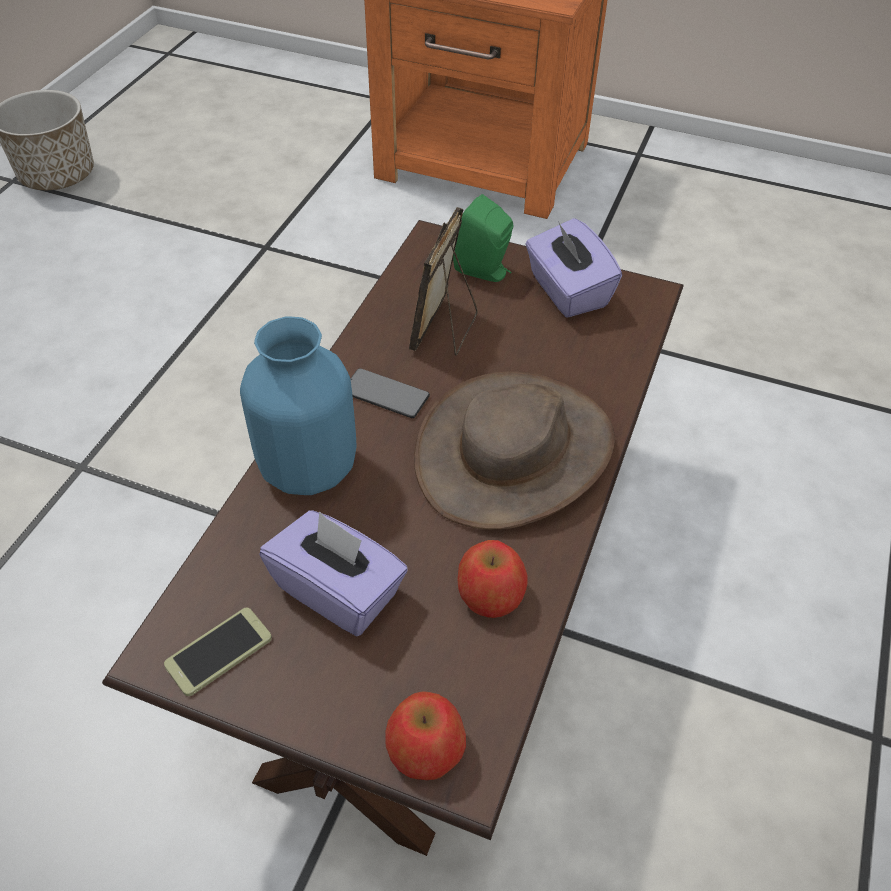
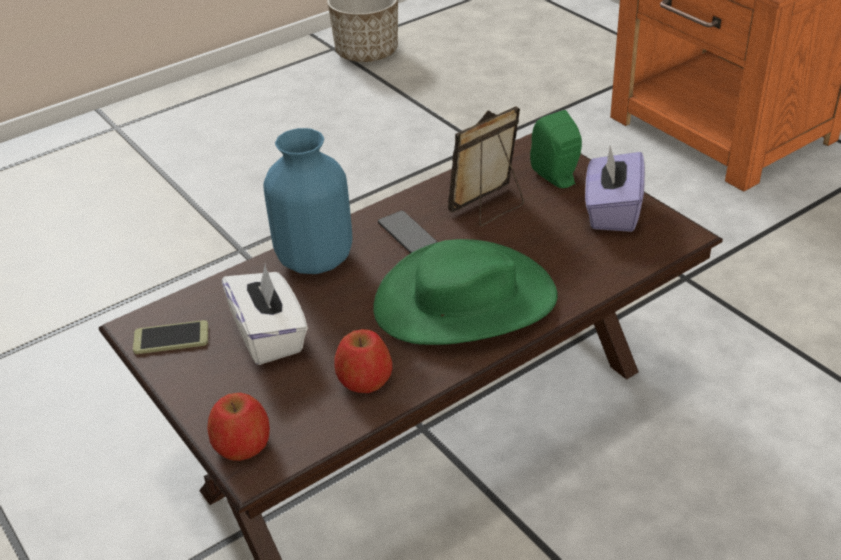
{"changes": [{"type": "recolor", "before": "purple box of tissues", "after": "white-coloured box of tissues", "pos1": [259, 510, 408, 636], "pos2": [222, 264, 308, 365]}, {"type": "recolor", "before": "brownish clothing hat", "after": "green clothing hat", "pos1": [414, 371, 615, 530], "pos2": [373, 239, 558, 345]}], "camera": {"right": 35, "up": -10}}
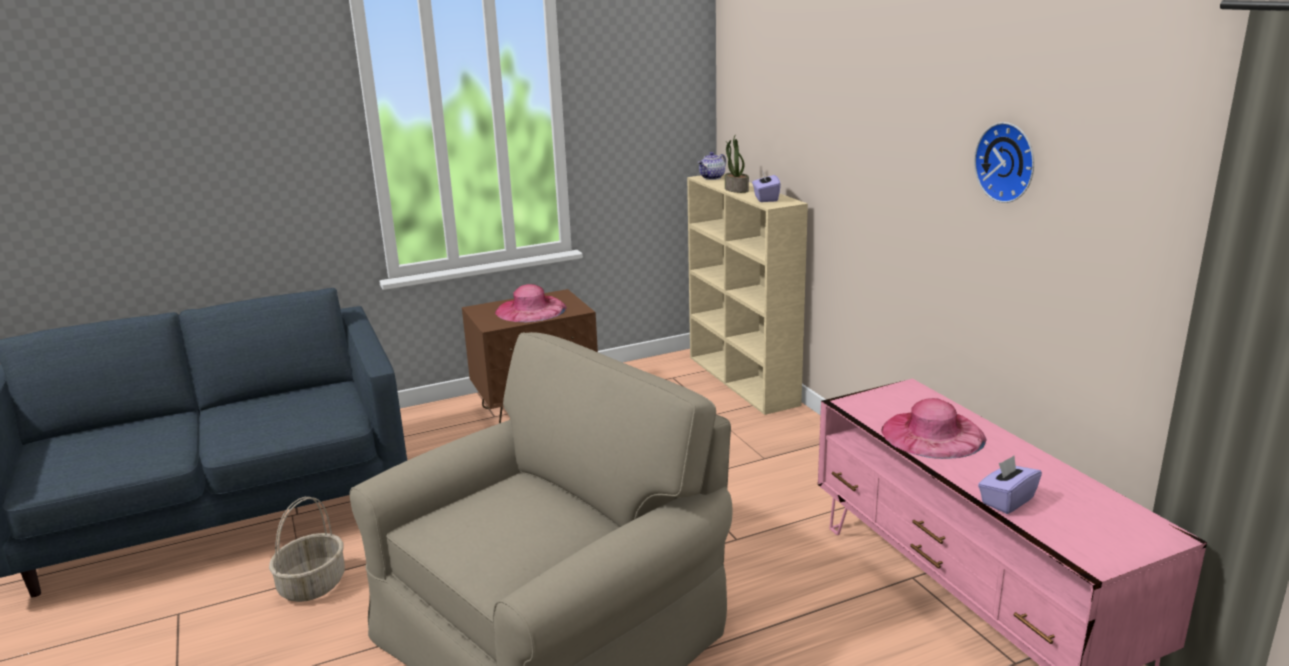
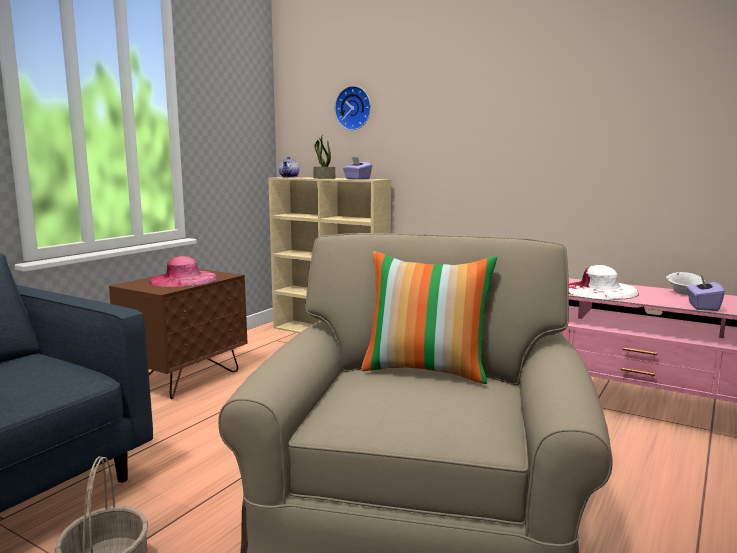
{"changes": [{"type": "recolor", "before": "pink-coloured clothing hat", "after": "white-coloured clothing hat", "pos1": [882, 398, 987, 459], "pos2": [569, 265, 639, 300]}, {"type": "move", "before": "hanging clock", "pos1": [974, 122, 1034, 203], "pos2": [335, 86, 371, 130]}, {"type": "insert", "after": "throw pillow", "pos2": [361, 251, 497, 384]}, {"type": "insert", "after": "white-coloured bowl", "pos2": [666, 272, 705, 295]}], "camera": {"right": -35, "up": -10}}
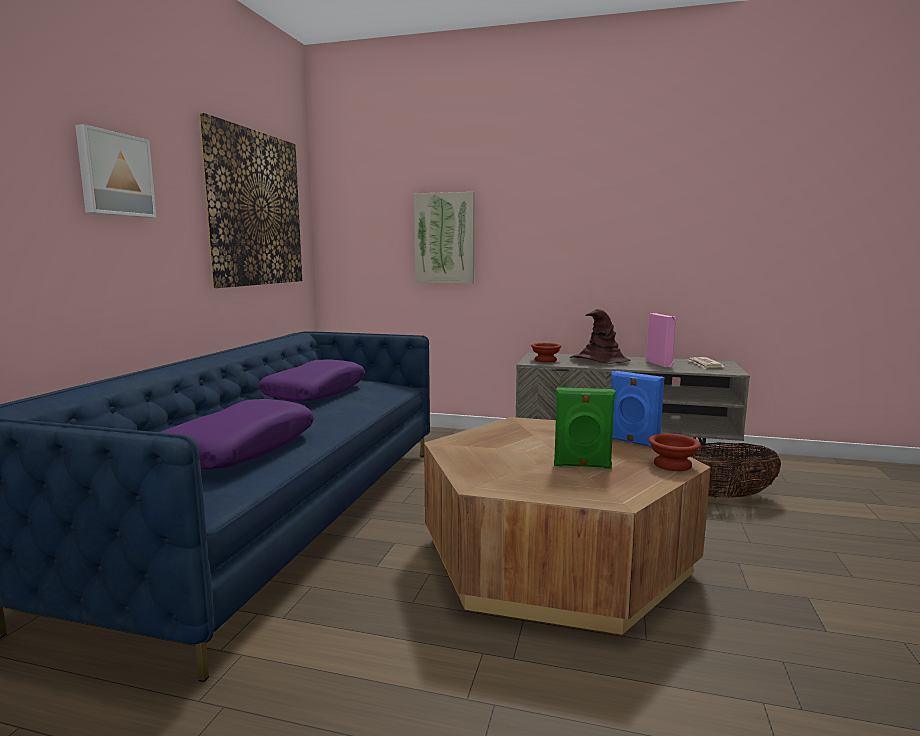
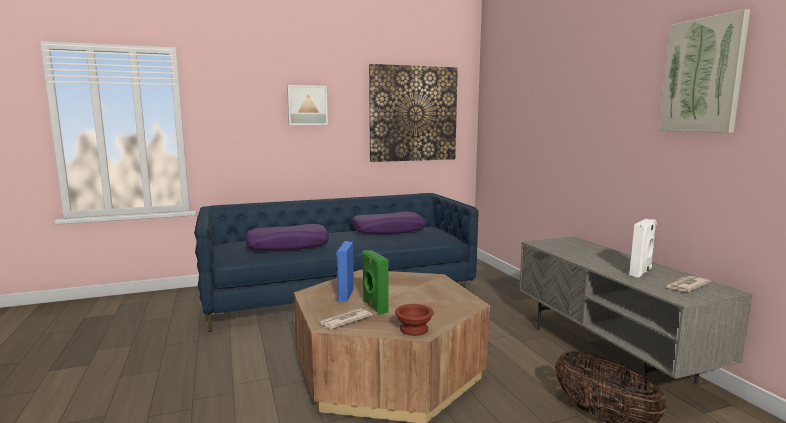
{"changes": [{"type": "move", "before": "wall picture", "pos1": [414, 192, 475, 284], "pos2": [660, 9, 750, 133]}, {"type": "delete", "before": "brownish bowl", "pos1": [531, 343, 561, 362]}, {"type": "delete", "before": "brownish clothing hat", "pos1": [570, 309, 630, 364]}, {"type": "move", "before": "blue loudspeaker", "pos1": [611, 371, 665, 448], "pos2": [336, 241, 354, 302]}, {"type": "recolor", "before": "pink-coloured loudspeaker", "after": "white-coloured loudspeaker", "pos1": [646, 313, 677, 367], "pos2": [629, 219, 657, 278]}, {"type": "insert", "after": "newspaper", "pos2": [321, 308, 373, 329]}], "camera": {"right": 55, "up": 0}}
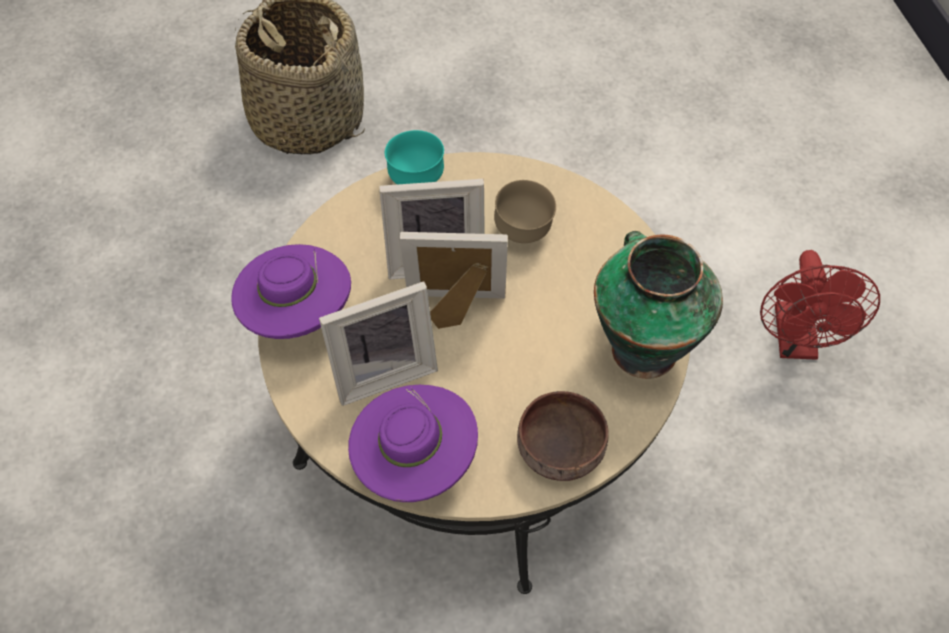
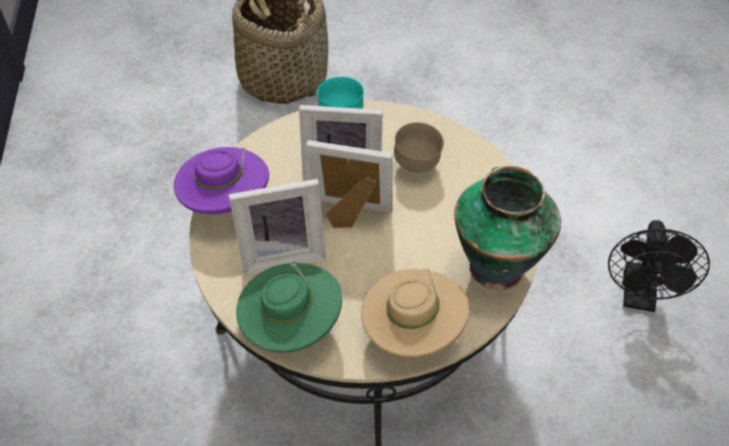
{"changes": [{"type": "recolor", "before": "purple clothing hat", "after": "green clothing hat", "pos1": [348, 385, 478, 502], "pos2": [236, 261, 342, 353]}, {"type": "replace", "before": "brownish bowl", "after": "sand-coloured clothing hat", "pos1": [517, 391, 609, 481], "pos2": [361, 268, 469, 358]}, {"type": "recolor", "before": "reddish cooling fan", "after": "black cooling fan", "pos1": [760, 250, 880, 360], "pos2": [608, 220, 710, 312]}], "camera": {"right": 10, "up": -5}}
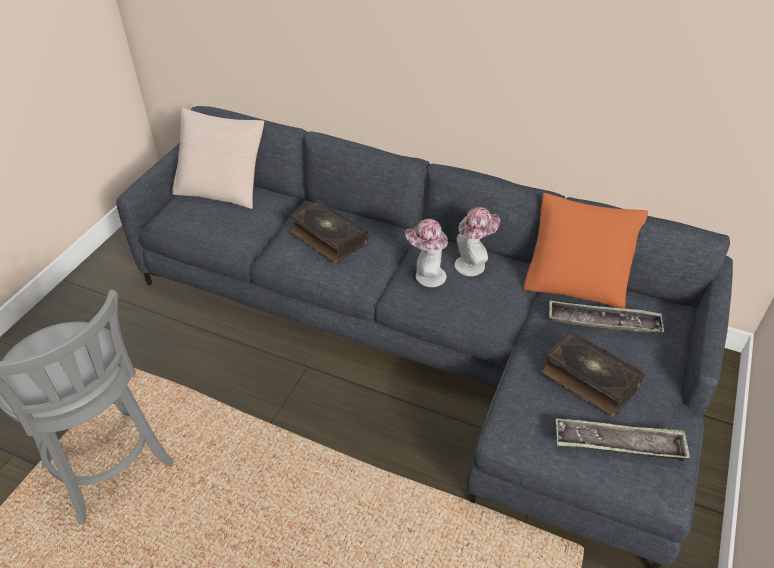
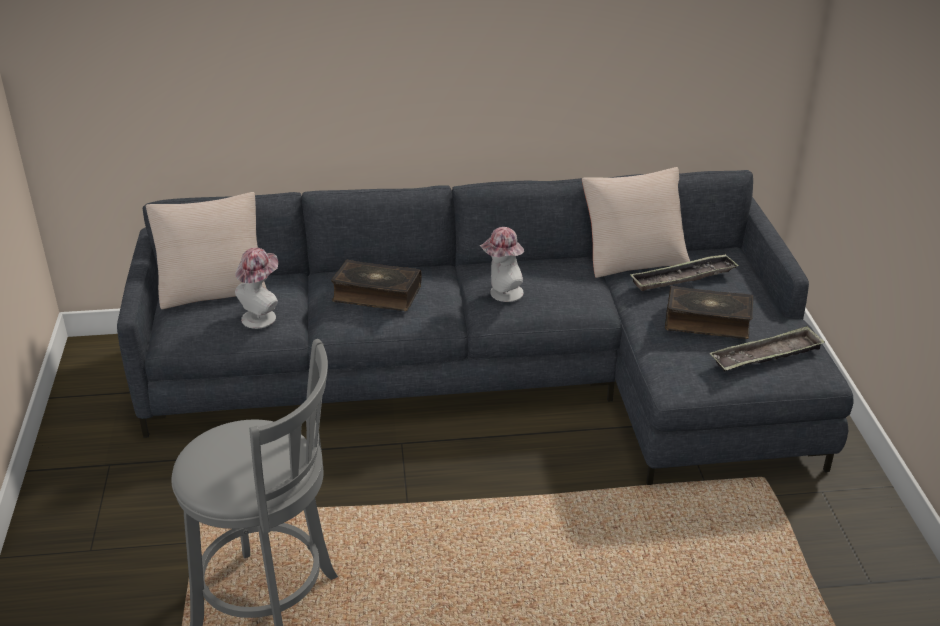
{"changes": [{"type": "move", "before": "clothing hat", "pos1": [455, 207, 500, 276], "pos2": [235, 248, 278, 329]}, {"type": "recolor", "before": "orangey throw pillow", "after": "sand-coloured throw pillow", "pos1": [523, 193, 648, 309], "pos2": [582, 167, 690, 278]}], "camera": {"right": -30, "up": -10}}
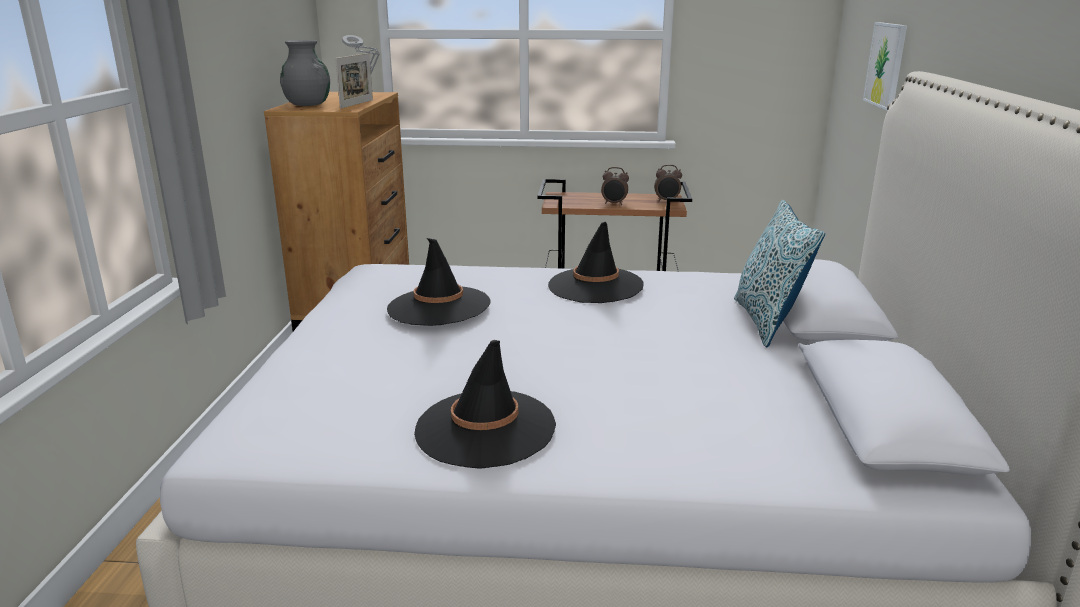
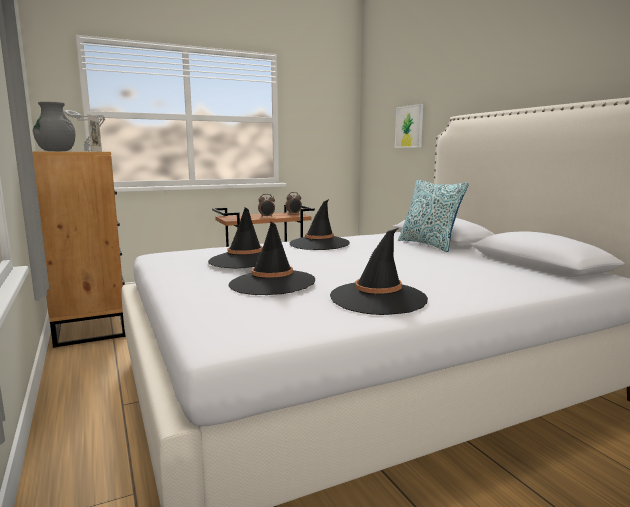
{"changes": [{"type": "insert", "after": "black clothing hat", "pos2": [228, 221, 315, 295]}], "camera": {"right": -30, "up": -10}}
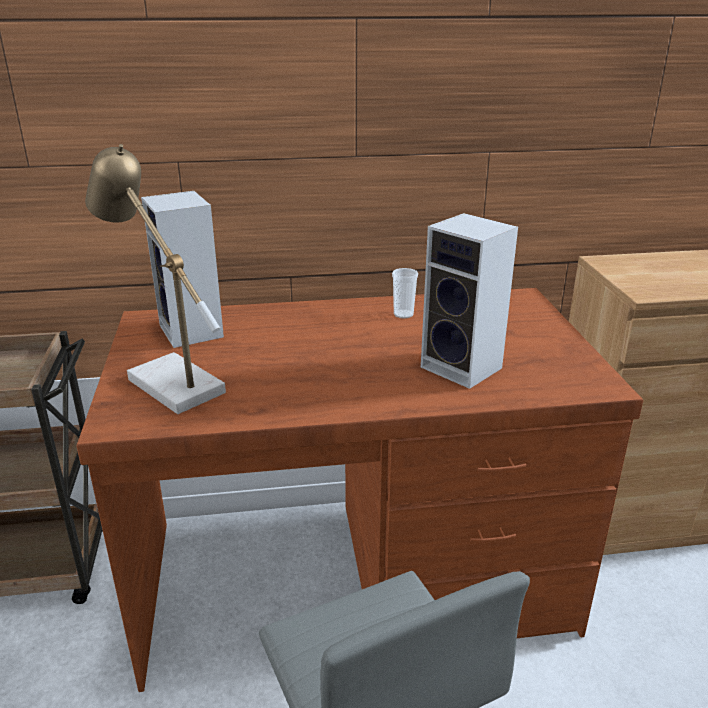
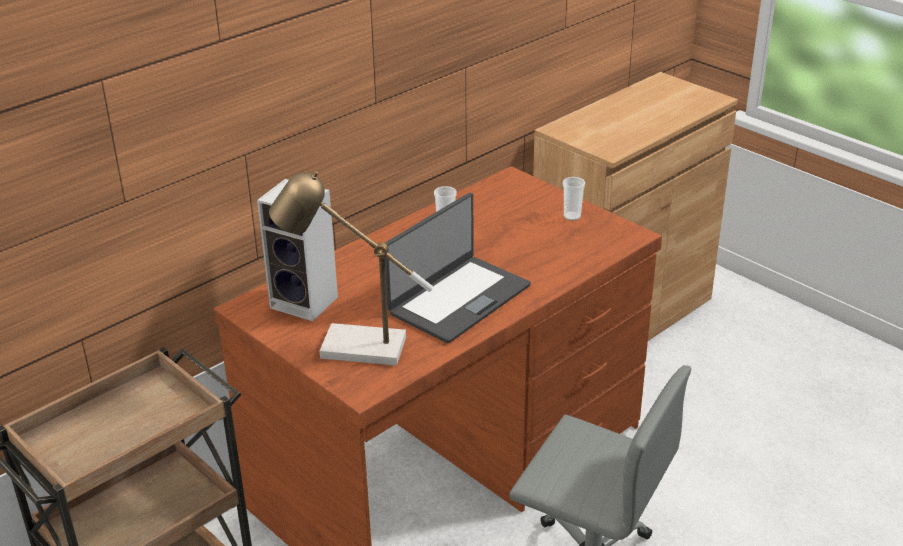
{"changes": [{"type": "delete", "before": "loudspeaker", "pos1": [421, 213, 518, 389]}, {"type": "insert", "after": "notebook computer", "pos2": [385, 193, 531, 343]}, {"type": "insert", "after": "cup", "pos2": [563, 177, 585, 221]}], "camera": {"right": -35, "up": 5}}
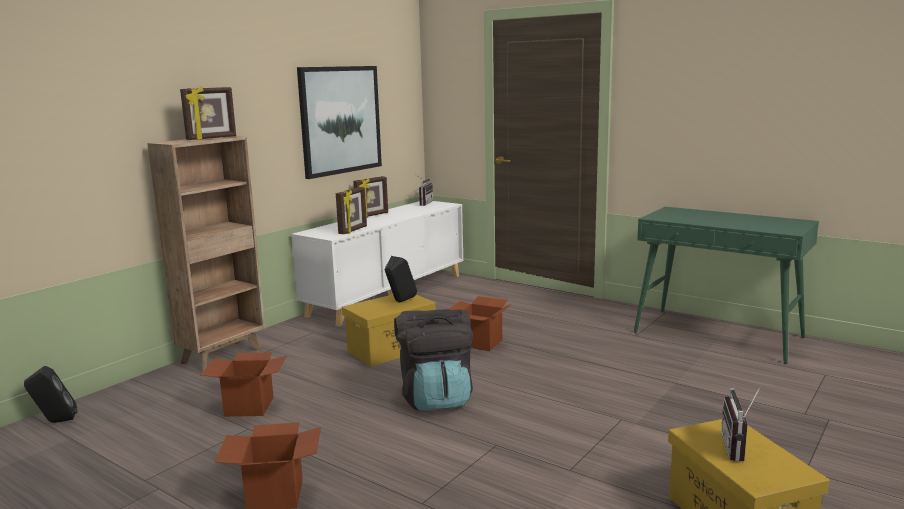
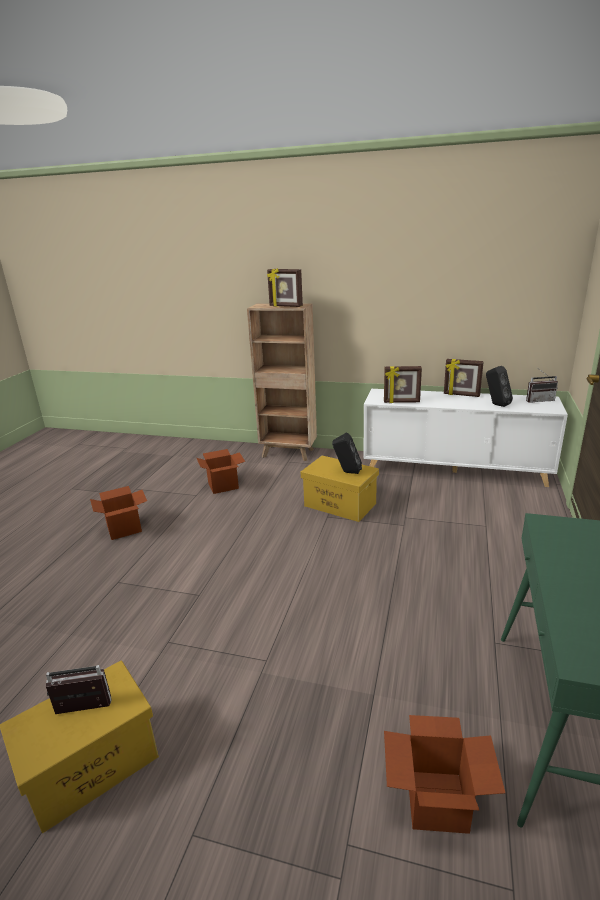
{"changes": [{"type": "move", "before": "black loudspeaker", "pos1": [24, 366, 78, 423], "pos2": [486, 366, 513, 407]}, {"type": "delete", "before": "wall picture", "pos1": [297, 66, 382, 179]}, {"type": "delete", "before": "black knapsack", "pos1": [394, 309, 473, 410]}, {"type": "move", "before": "carton", "pos1": [450, 296, 512, 351], "pos2": [384, 715, 505, 834]}], "camera": {"right": 70, "up": 10}}
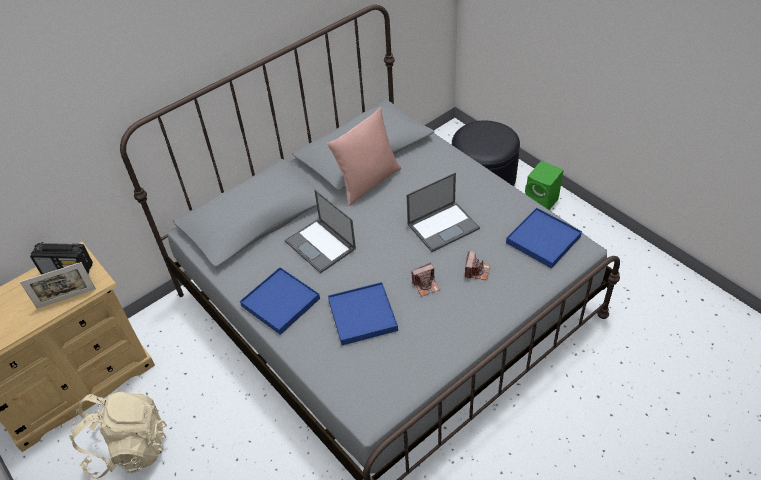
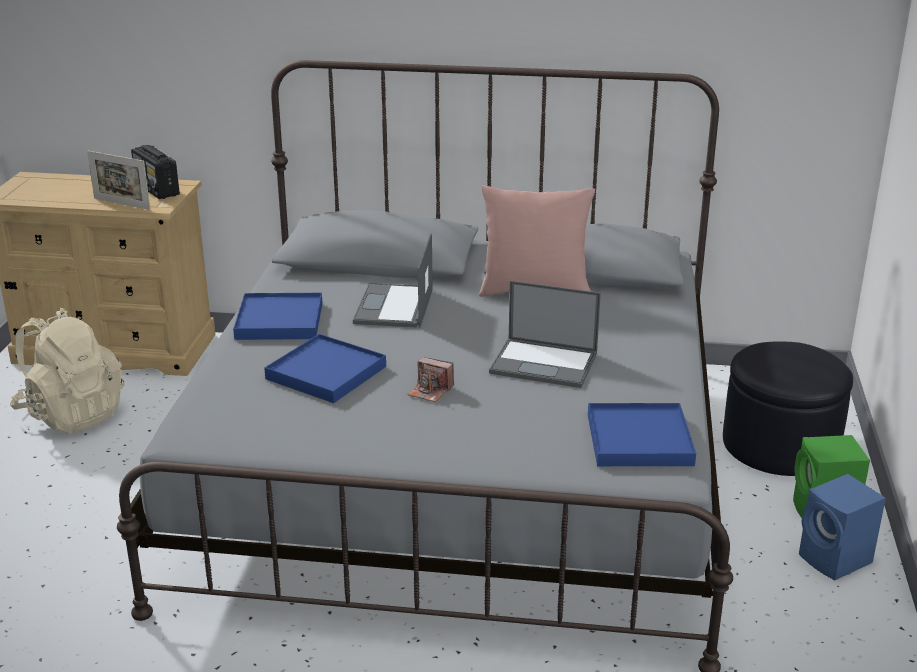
{"changes": [{"type": "delete", "before": "still camera", "pos1": [465, 251, 490, 280]}, {"type": "insert", "after": "blue loudspeaker", "pos2": [799, 474, 886, 580]}], "camera": {"right": 45, "up": -20}}
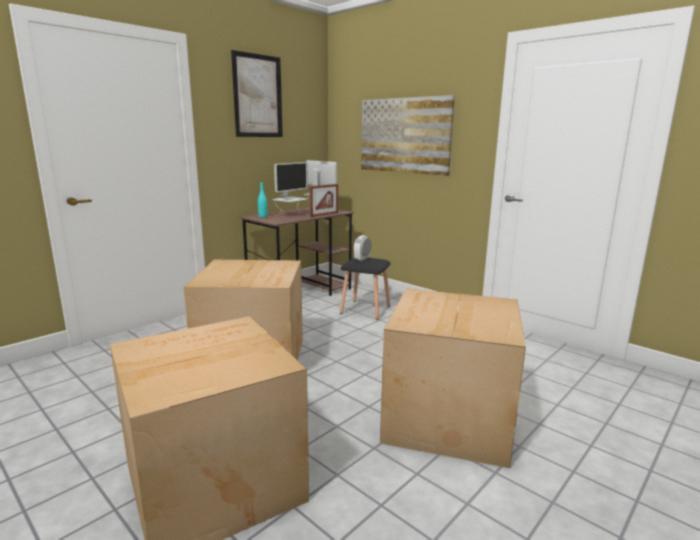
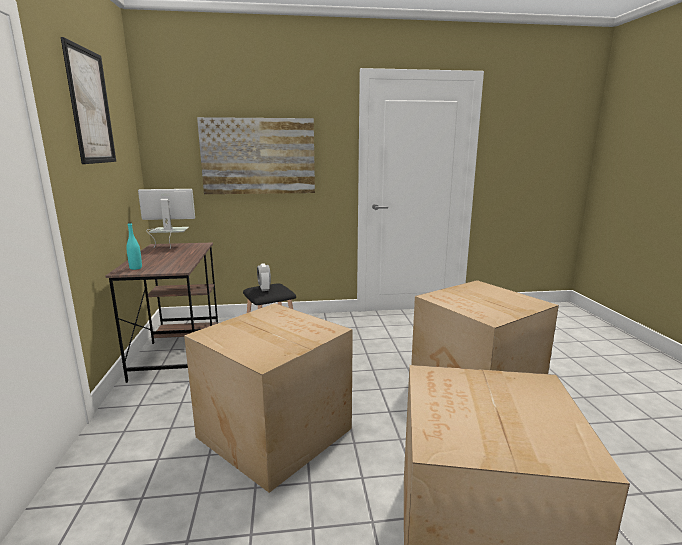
{"changes": [{"type": "delete", "before": "computer display", "pos1": [272, 162, 308, 213]}, {"type": "delete", "before": "photo frame", "pos1": [310, 184, 338, 217]}], "camera": {"right": -50, "up": 0}}
